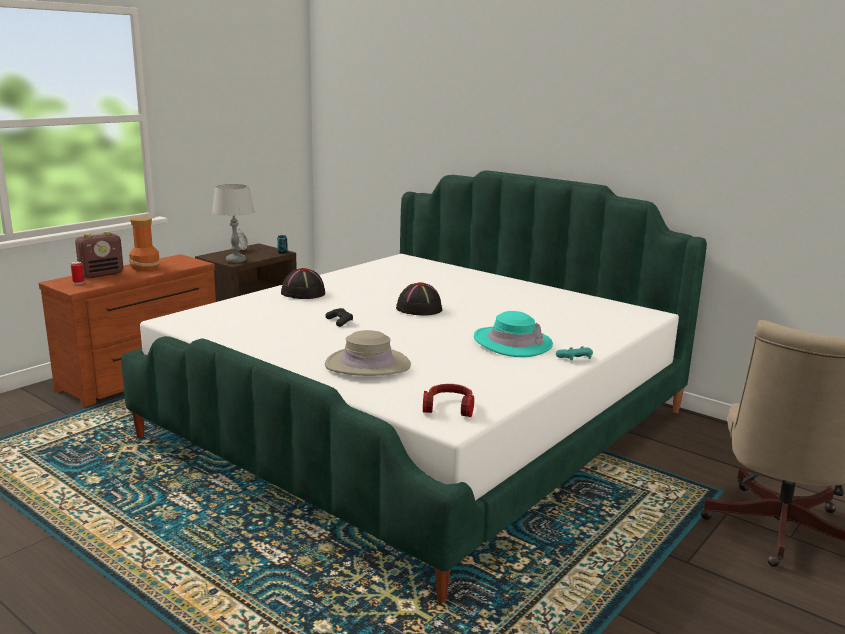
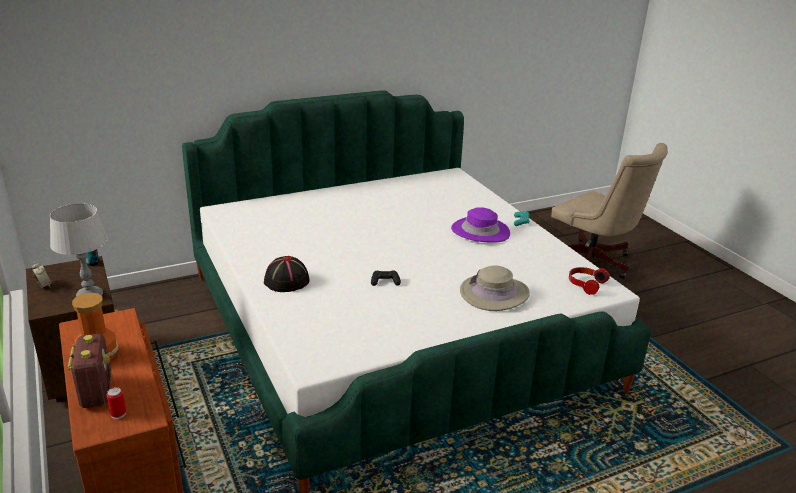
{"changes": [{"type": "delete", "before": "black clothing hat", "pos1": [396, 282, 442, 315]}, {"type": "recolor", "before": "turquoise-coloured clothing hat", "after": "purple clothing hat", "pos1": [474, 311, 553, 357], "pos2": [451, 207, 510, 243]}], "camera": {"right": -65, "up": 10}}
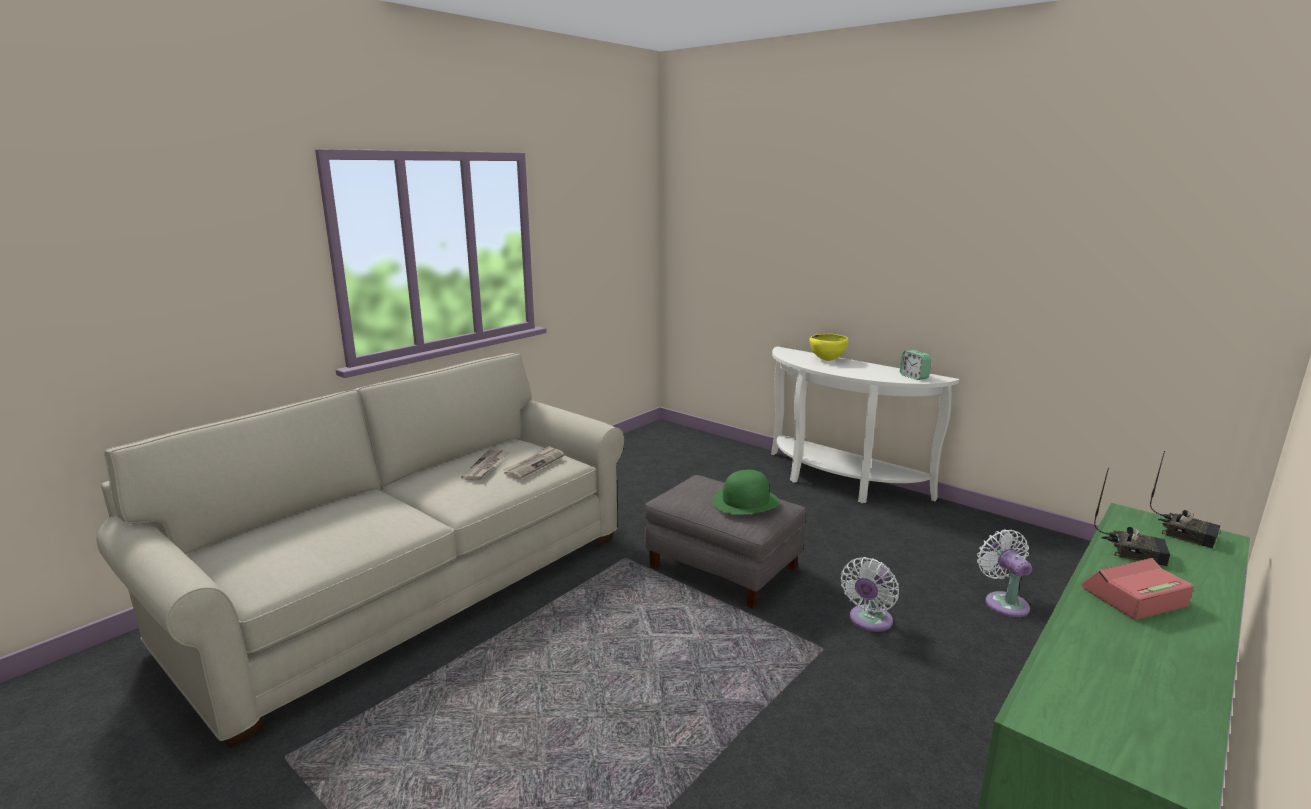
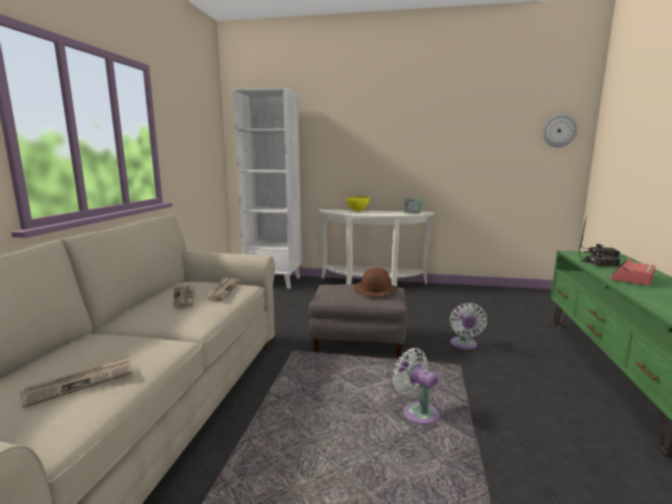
{"changes": [{"type": "recolor", "before": "green clothing hat", "after": "brownish clothing hat", "pos1": [712, 470, 780, 514], "pos2": [354, 268, 397, 296]}, {"type": "move", "before": "white-coloured cooling fan", "pos1": [977, 529, 1032, 617], "pos2": [393, 348, 439, 425]}, {"type": "insert", "after": "newspaper", "pos2": [20, 355, 132, 408]}, {"type": "insert", "after": "white-coloured bookcase", "pos2": [233, 87, 302, 289]}, {"type": "insert", "after": "hanging clock", "pos2": [543, 114, 577, 147]}], "camera": {"right": -30, "up": -5}}
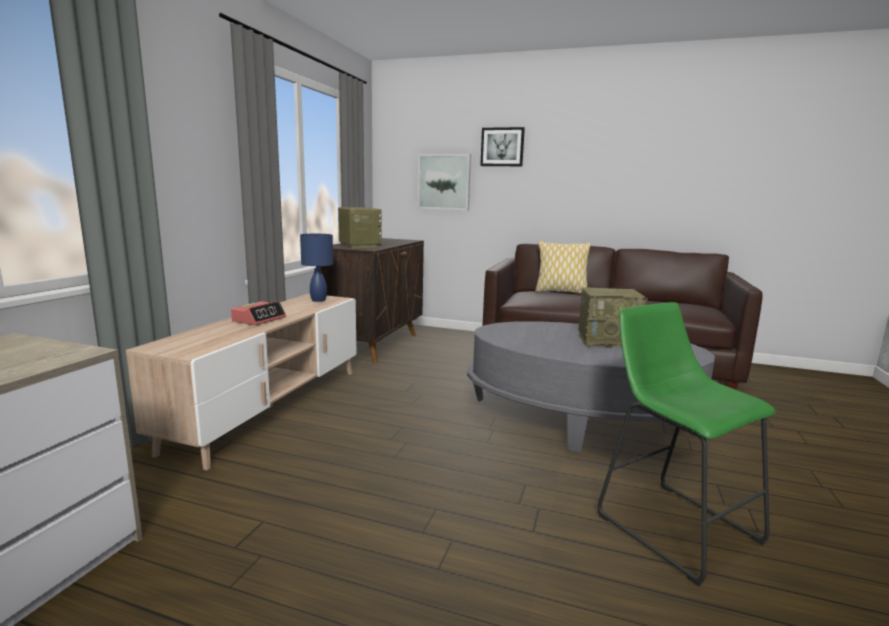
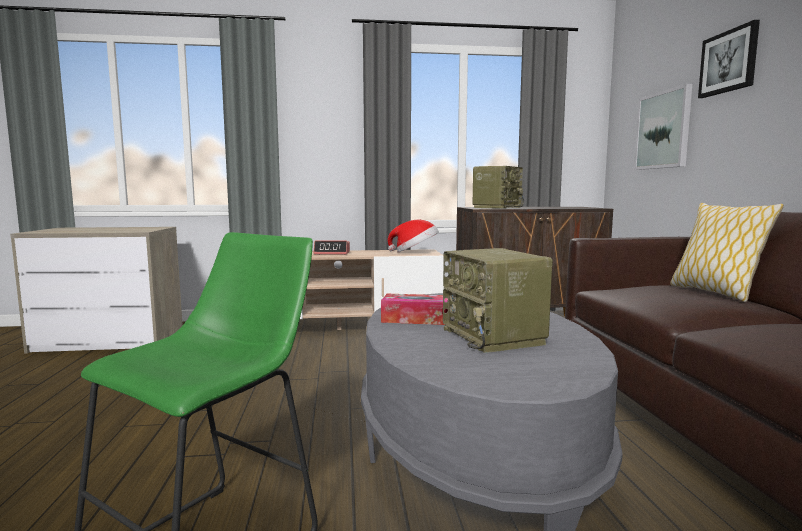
{"changes": [{"type": "replace", "before": "blue tabletop lamp", "after": "clothing hat", "pos1": [300, 234, 333, 302], "pos2": [388, 219, 439, 252]}, {"type": "insert", "after": "box of tissues", "pos2": [381, 294, 448, 325]}], "camera": {"right": 65, "up": -5}}
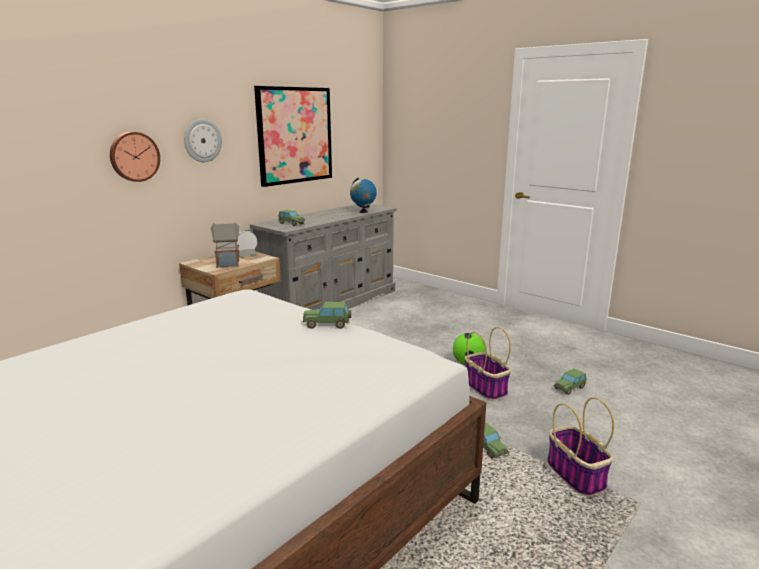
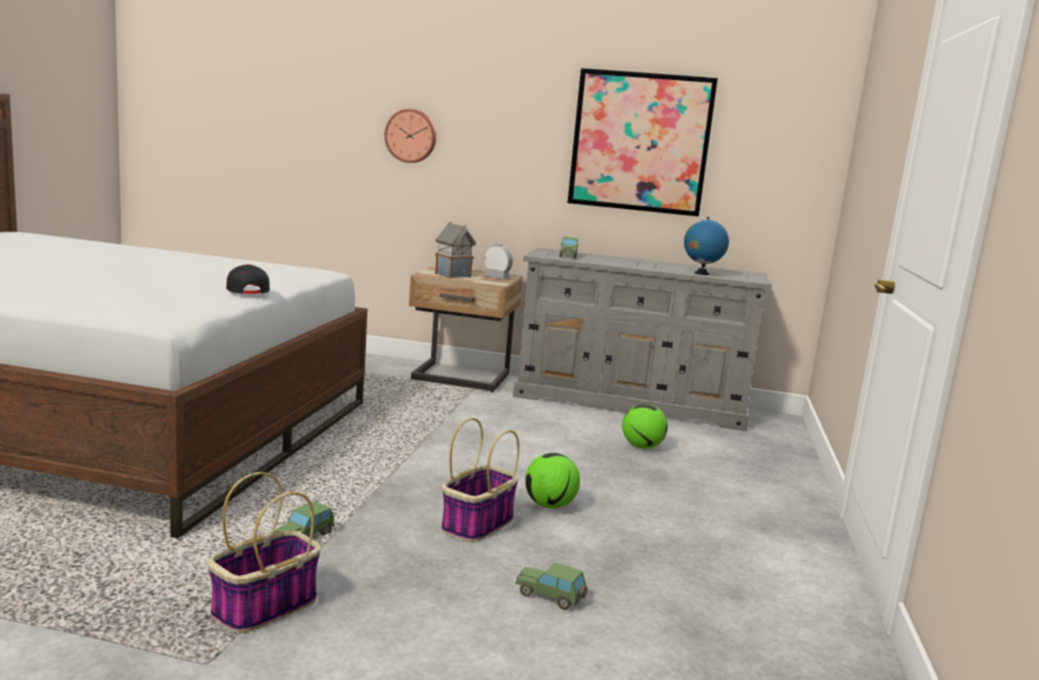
{"changes": [{"type": "delete", "before": "hanging clock", "pos1": [184, 119, 222, 162]}, {"type": "replace", "before": "toy car", "after": "black peaked cap", "pos1": [303, 302, 351, 329], "pos2": [226, 264, 270, 294]}, {"type": "insert", "after": "football ball", "pos2": [622, 404, 668, 449]}], "camera": {"right": 60, "up": -5}}
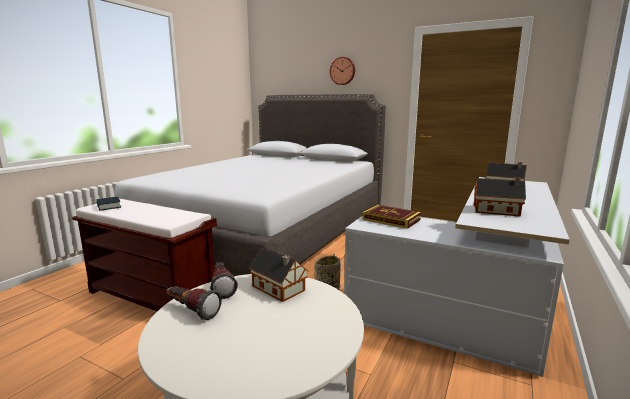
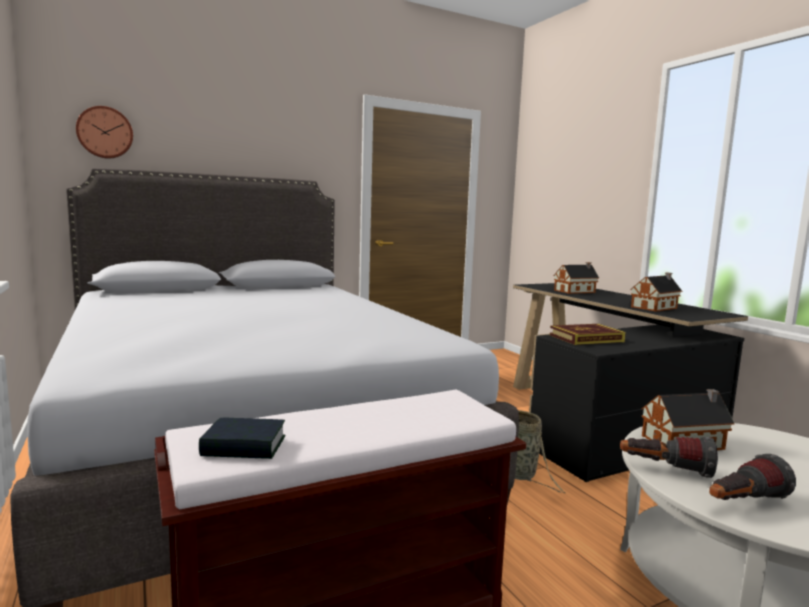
{"changes": [{"type": "move", "before": "hanging clock", "pos1": [330, 57, 355, 85], "pos2": [76, 106, 133, 159]}, {"type": "recolor", "before": "white-coloured desk unit", "after": "black desk unit", "pos1": [344, 177, 570, 377], "pos2": [513, 283, 748, 482]}], "camera": {"right": -55, "up": -5}}
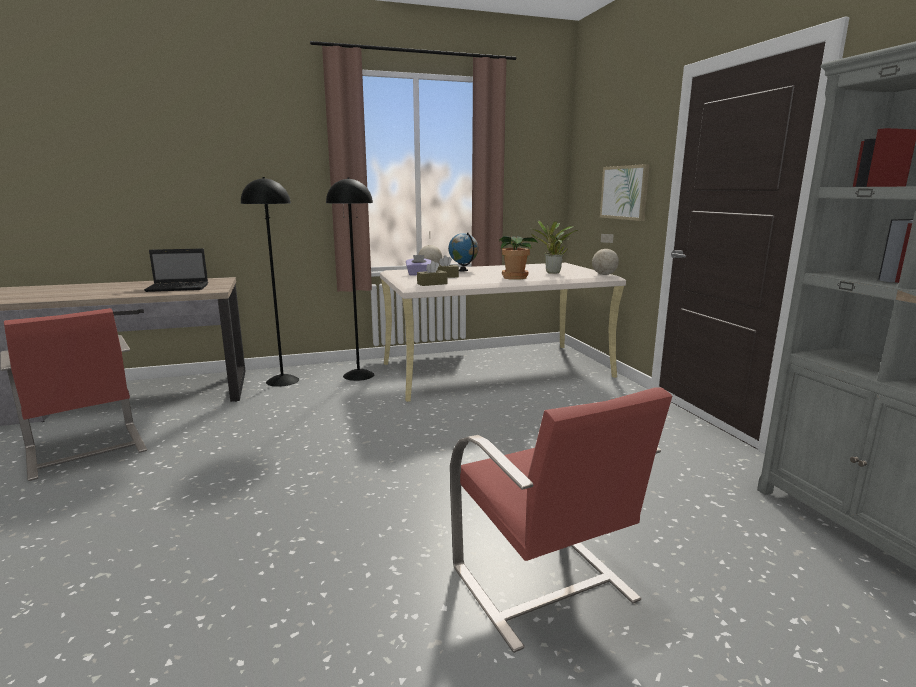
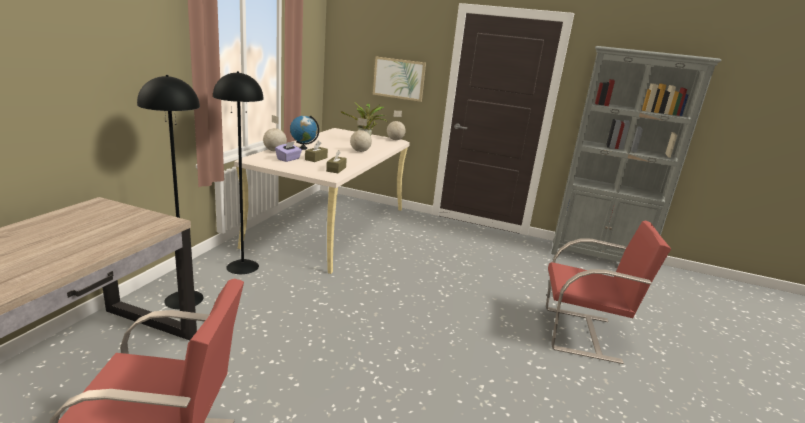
{"changes": [{"type": "delete", "before": "notebook computer", "pos1": [144, 248, 208, 292]}, {"type": "replace", "before": "potted plant", "after": "world globe", "pos1": [499, 236, 538, 280], "pos2": [350, 118, 372, 152]}], "camera": {"right": -55, "up": 5}}
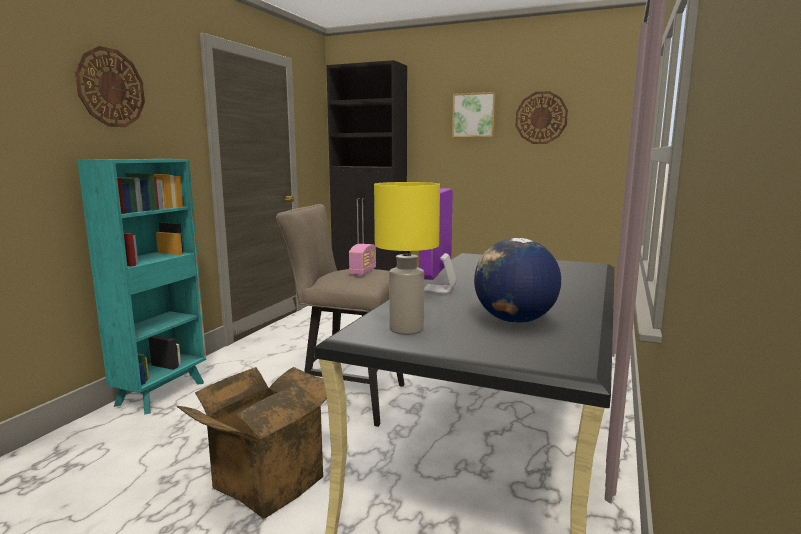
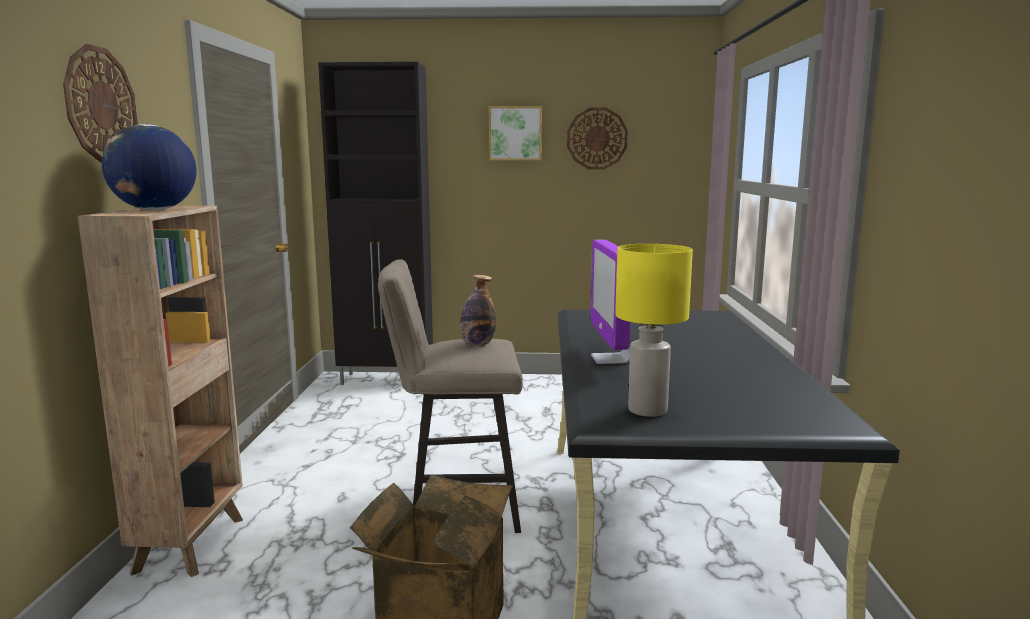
{"changes": [{"type": "recolor", "before": "turquoise-coloured bookcase", "after": "brownish bookcase", "pos1": [77, 159, 206, 414], "pos2": [78, 206, 243, 577]}, {"type": "replace", "before": "radio receiver", "after": "bottle", "pos1": [349, 244, 376, 276], "pos2": [460, 275, 496, 346]}, {"type": "move", "before": "world globe", "pos1": [474, 238, 561, 323], "pos2": [102, 124, 197, 210]}], "camera": {"right": -20, "up": 0}}
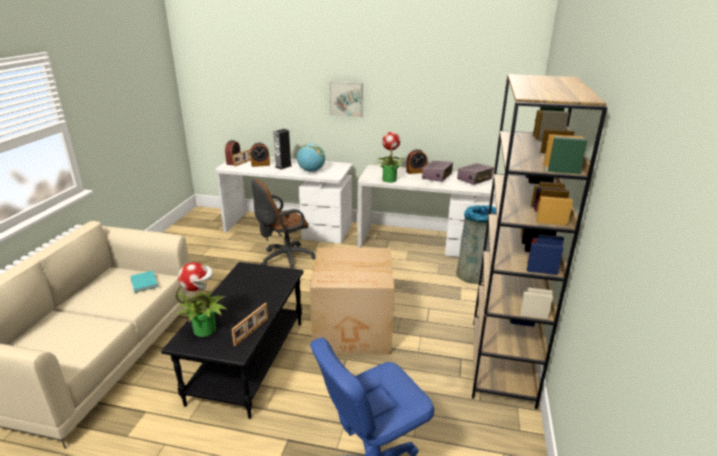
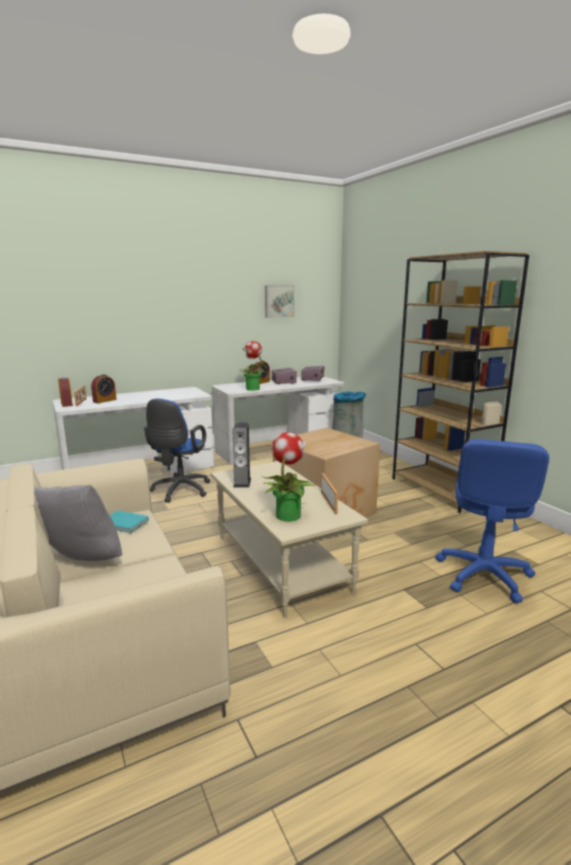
{"changes": [{"type": "recolor", "before": "black coffee table", "after": "sand-coloured coffee table", "pos1": [161, 262, 303, 419], "pos2": [211, 461, 368, 618]}, {"type": "recolor", "before": "brownish computer chair", "after": "blue computer chair", "pos1": [251, 179, 316, 269], "pos2": [144, 398, 210, 503]}, {"type": "move", "before": "loudspeaker", "pos1": [273, 129, 292, 170], "pos2": [233, 422, 251, 487]}, {"type": "delete", "before": "world globe", "pos1": [297, 143, 325, 172]}, {"type": "move", "before": "wall picture", "pos1": [329, 81, 363, 117], "pos2": [265, 285, 295, 318]}, {"type": "insert", "after": "greyish throw pillow", "pos2": [34, 485, 122, 561]}], "camera": {"right": -40, "up": -10}}
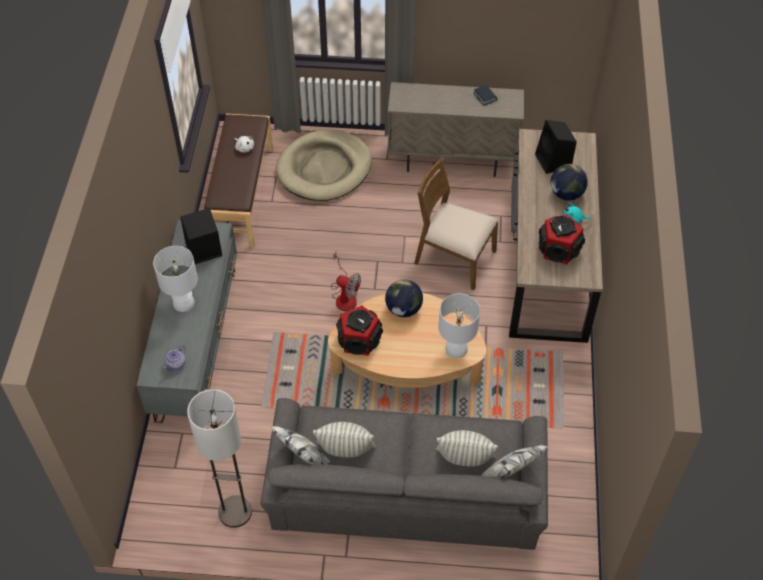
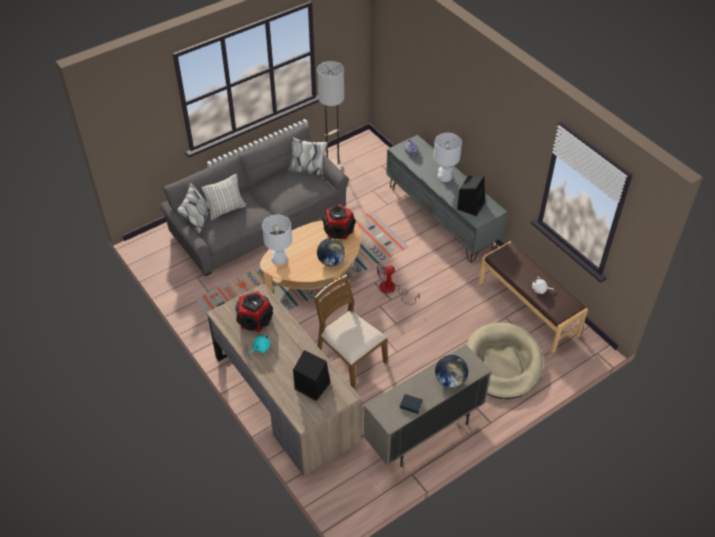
{"changes": [{"type": "delete", "before": "throw pillow", "pos1": [313, 422, 376, 458]}, {"type": "rotate", "before": "brownish plain chair", "pos1": [414, 159, 498, 290], "pos2": [314, 275, 387, 389], "turn": -120}, {"type": "move", "before": "world globe", "pos1": [551, 164, 588, 201], "pos2": [435, 355, 468, 388]}], "camera": {"right": 140, "up": -5}}
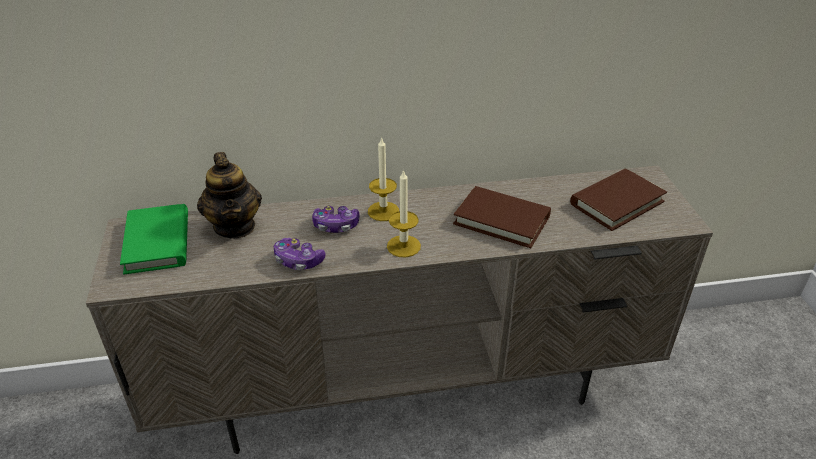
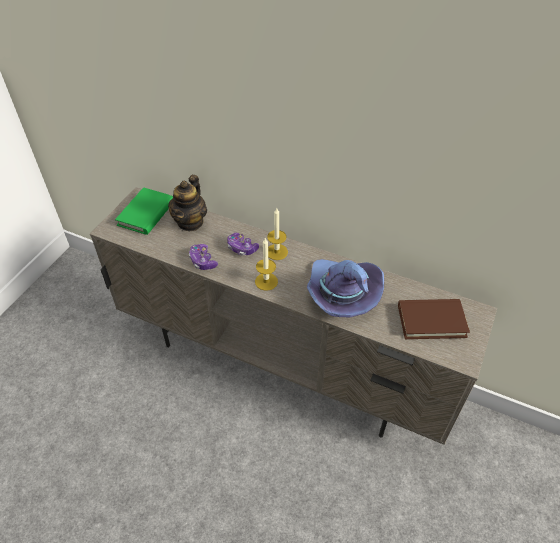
{"changes": [{"type": "replace", "before": "brownish bound book", "after": "purple clothing hat", "pos1": [453, 186, 551, 248], "pos2": [307, 259, 384, 317]}], "camera": {"right": 35, "up": 10}}
